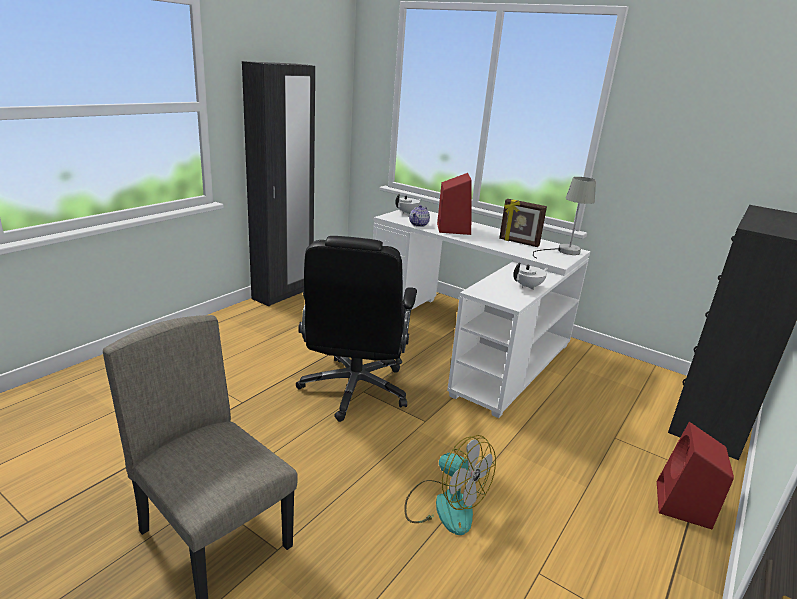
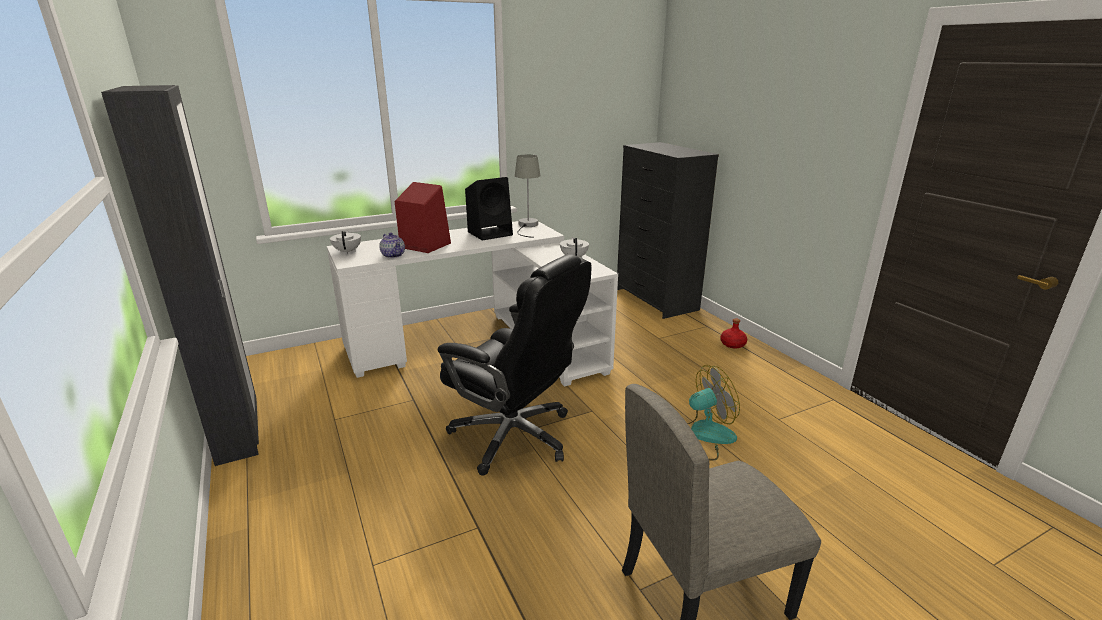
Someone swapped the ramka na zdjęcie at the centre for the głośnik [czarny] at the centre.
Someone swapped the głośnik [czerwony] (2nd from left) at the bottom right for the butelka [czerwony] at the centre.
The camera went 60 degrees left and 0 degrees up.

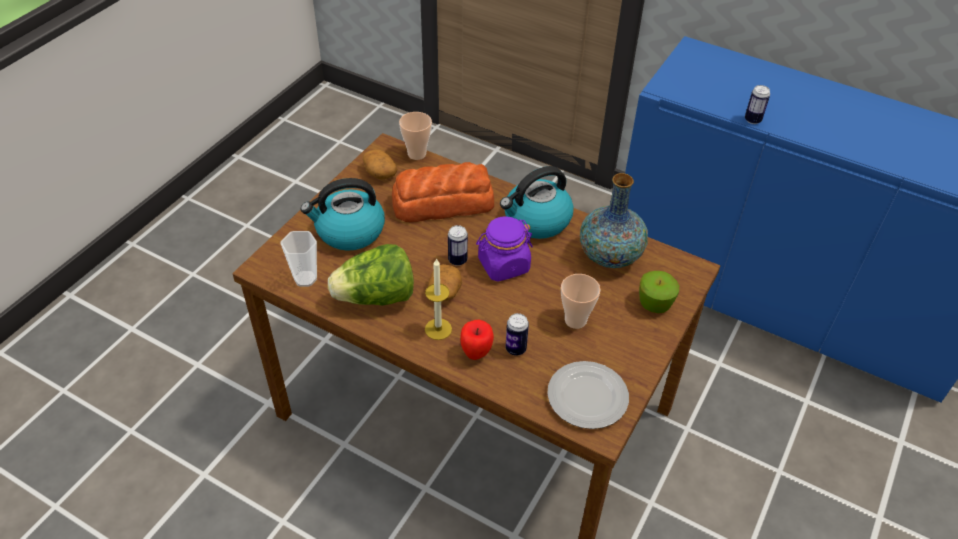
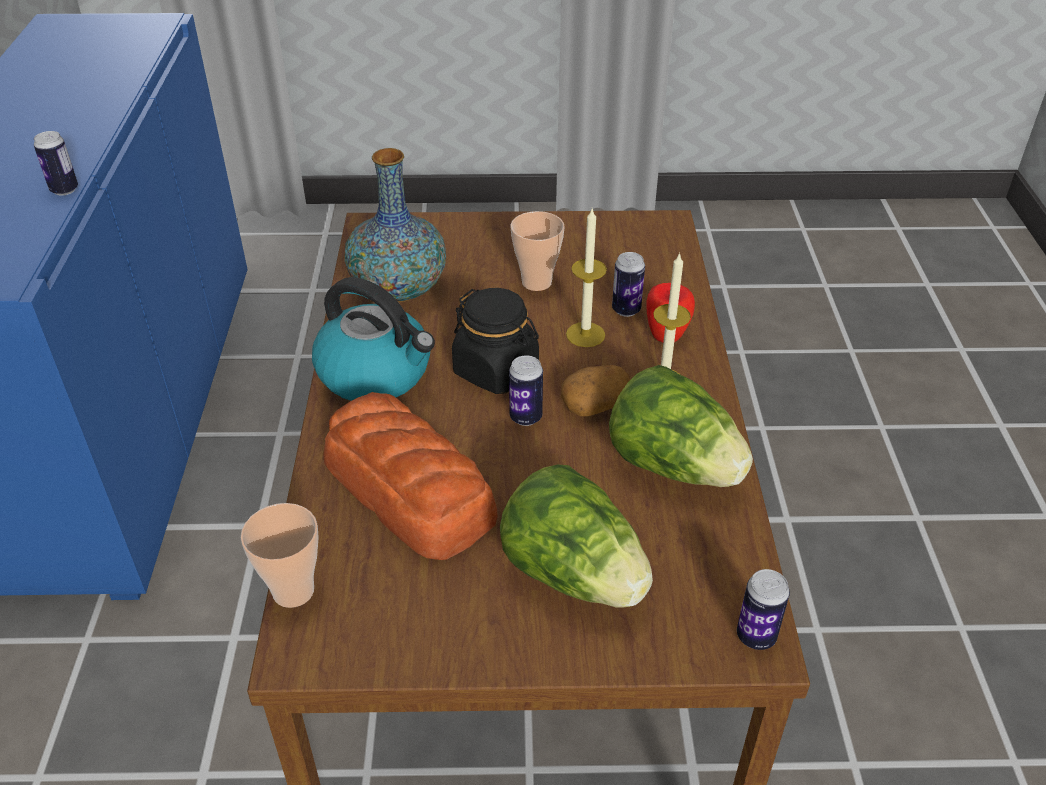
Someone took away the ziemniak (1st from left) at the top centre.
Someone swapped the czajnik (1st from left) at the centre for the sałata (1st from left) at the bottom centre.
Someone repainted the słoik [fioletowy] at the centre, which became the słoik [czarny] at the centre.
Someone took away the filiżanka (1st from left) at the middle left.
Someone took away the jabłko (2nd from left) at the middle right.
Someone took away the talerz at the bottom centre.
Someone put down the świeca (1st from left) at the centre.
Someone put down the puszka (4th from left) at the bottom right.
The camera went 120 degrees left and 5 degrees down.

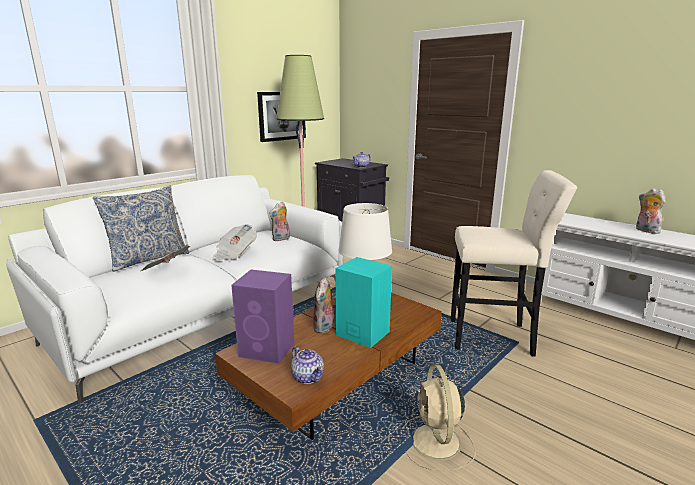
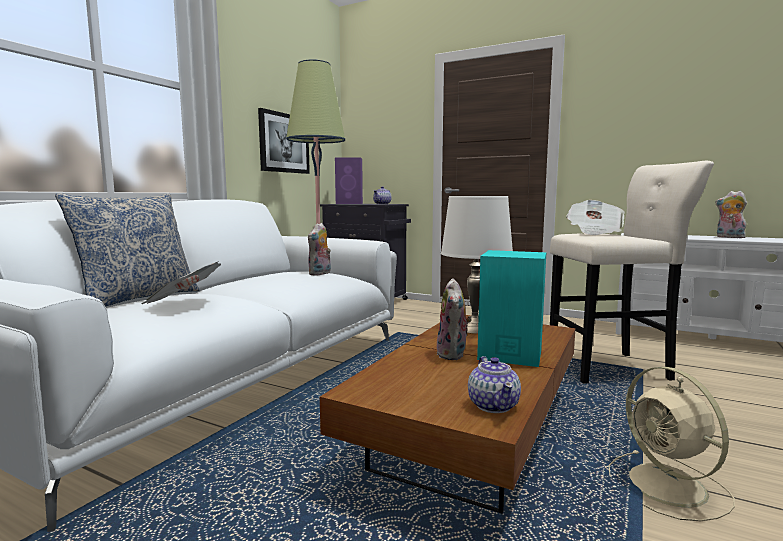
Someone carried the gazeta (2nd from left) from the centre to the middle right.
Someone carried the głośnik [fioletowy] from the centre to the top centre.
Someone rotated the imbryk (1st from left in the first image) at the bottom centre by 45 degrees clockwise.
The camera went 15 degrees left and 10 degrees down.

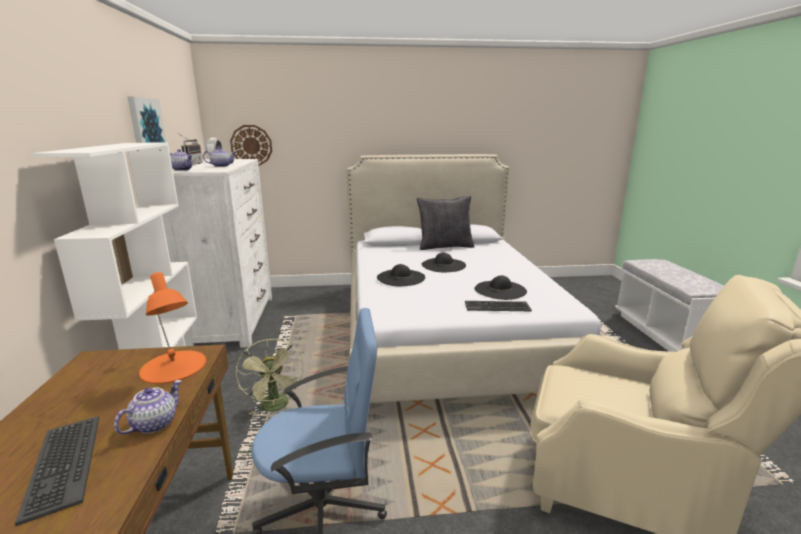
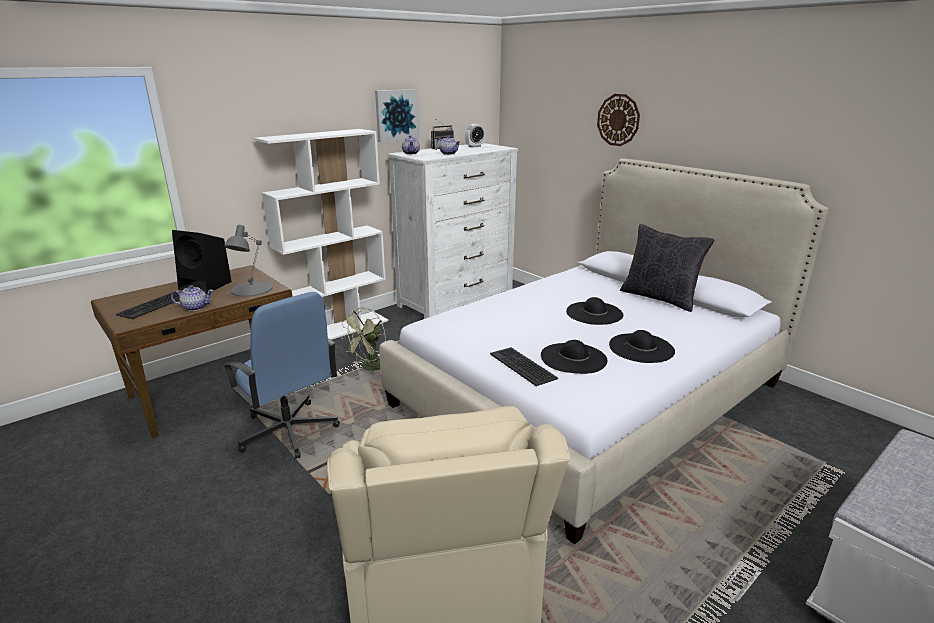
Someone carried the zegar ścienny from the top left to the top centre.
Someone carried the kapelusz [czarny] (1st from left in the first image) from the centre to the middle right.
Someone repainted the lampa stołowa [pomarańczowy] at the middle left, which became the lampa stołowa [szary] at the middle left.
Someone put down the głośnik [czarny] at the middle left.
The camera went 55 degrees right and 5 degrees up.

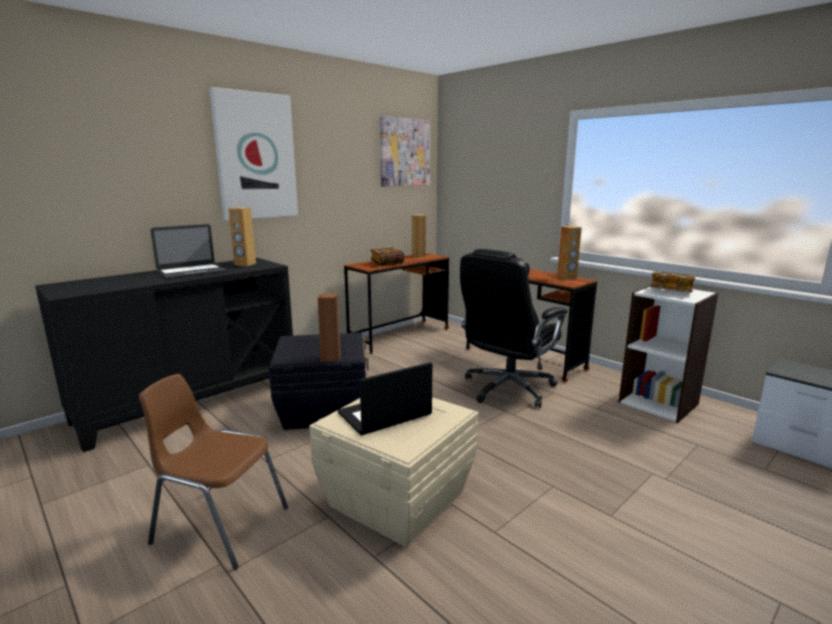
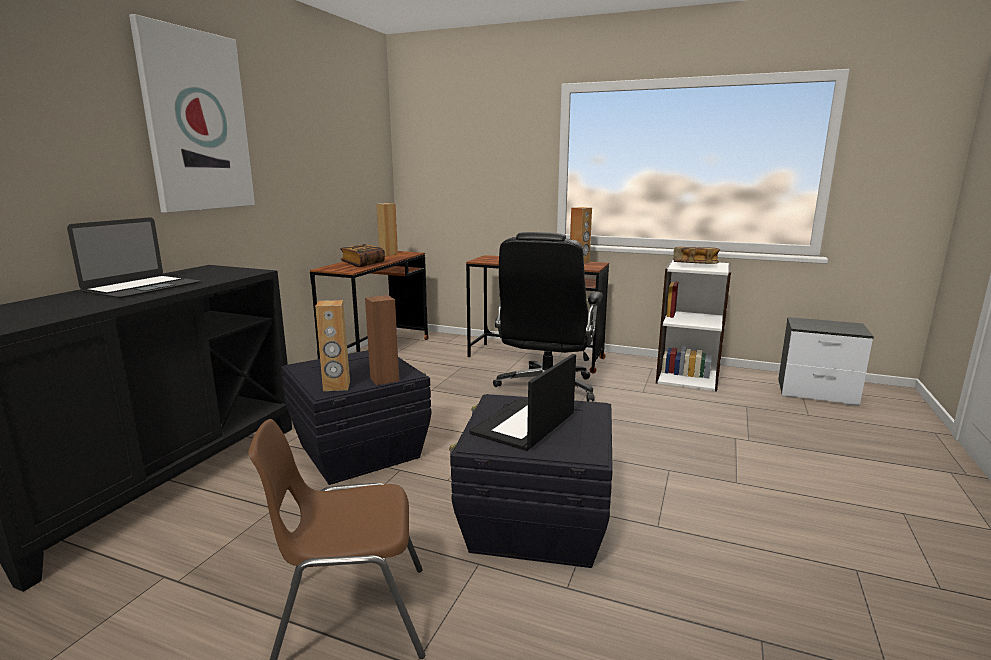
Someone took away the obraz (2nd from left) at the top centre.
Someone carried the głośnik [brązowy] (1st from left) from the middle left to the centre.
Someone repainted the pojemnik do przechowywania [beżowy] at the bottom centre, which became the pojemnik do przechowywania [czarny] (2nd from left) at the bottom centre.
The camera went 25 degrees left and 0 degrees up.

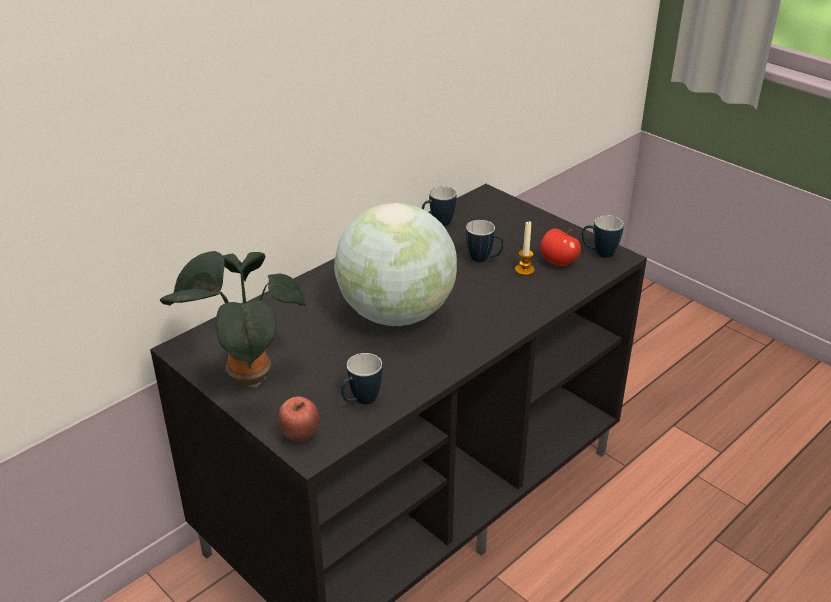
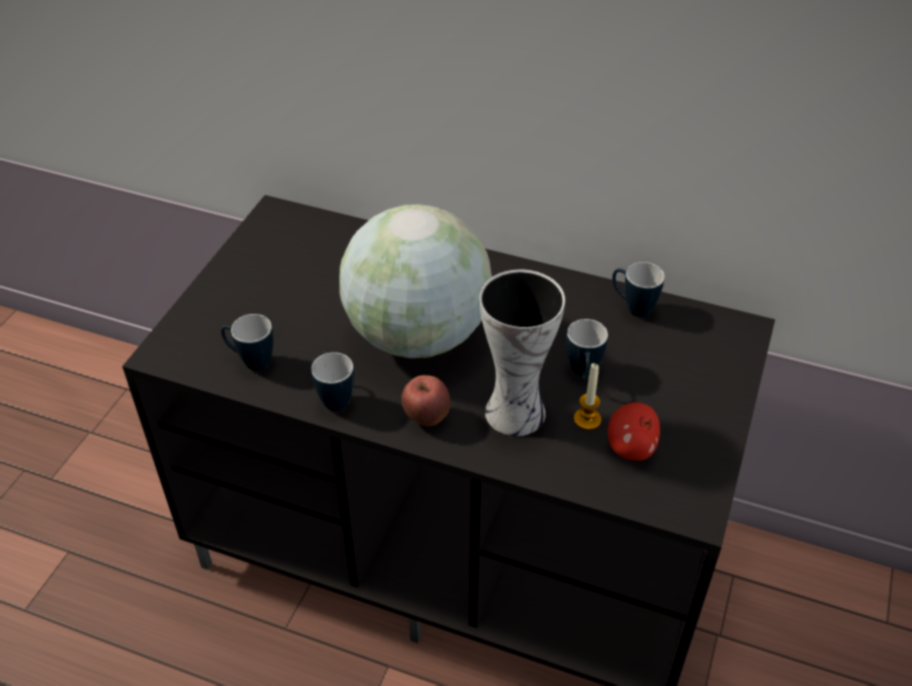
Someone carried the kubek (4th from left in the first image) from the middle right to the centre.
Someone took away the roślina doniczkowa at the middle left.
Someone carried the jabłko (1st from left) from the bottom centre to the centre.
Someone put down the wazon at the centre.
The camera went 65 degrees right and 10 degrees up.

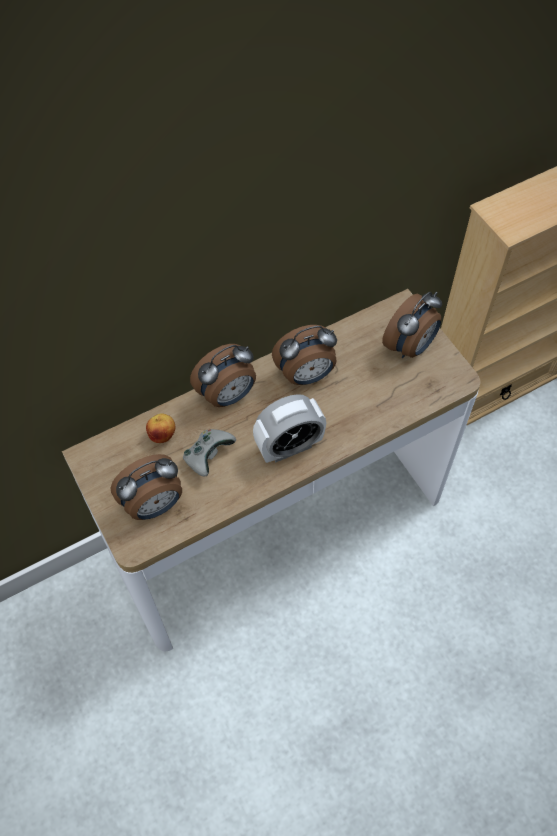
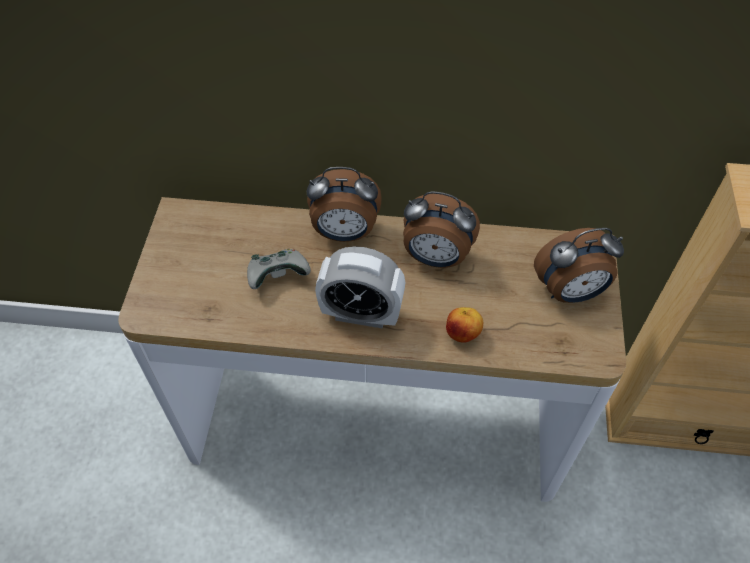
Someone carried the jabłko from the middle left to the centre.
Someone took away the budzik (1st from left) at the middle left.
The camera went 35 degrees right and 5 degrees down.

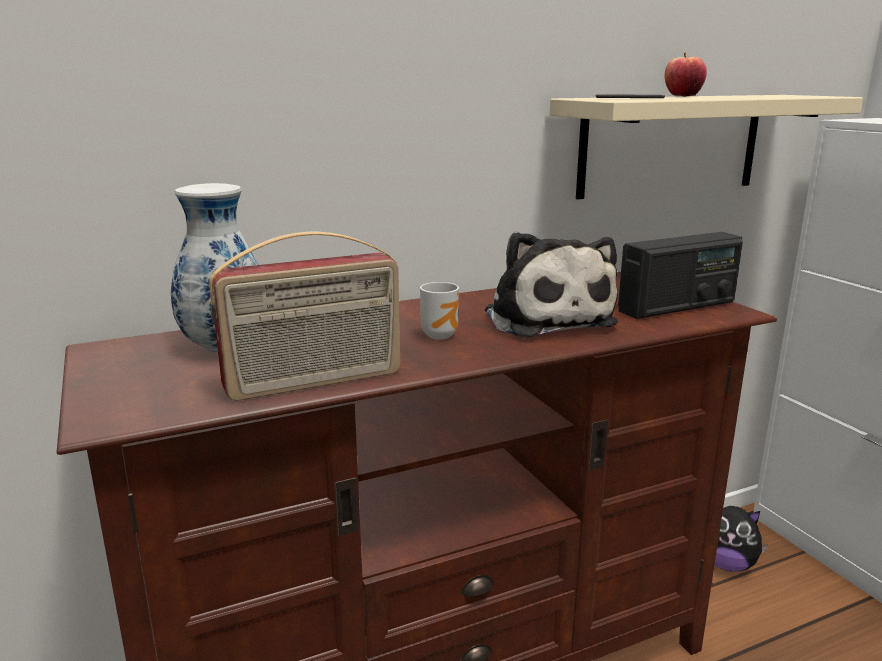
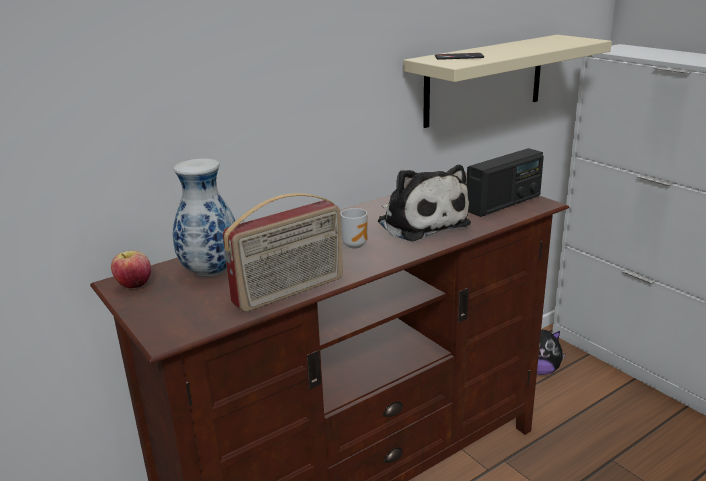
Someone carried the jabłko from the top right to the middle left.
The camera went 10 degrees left and 5 degrees up.

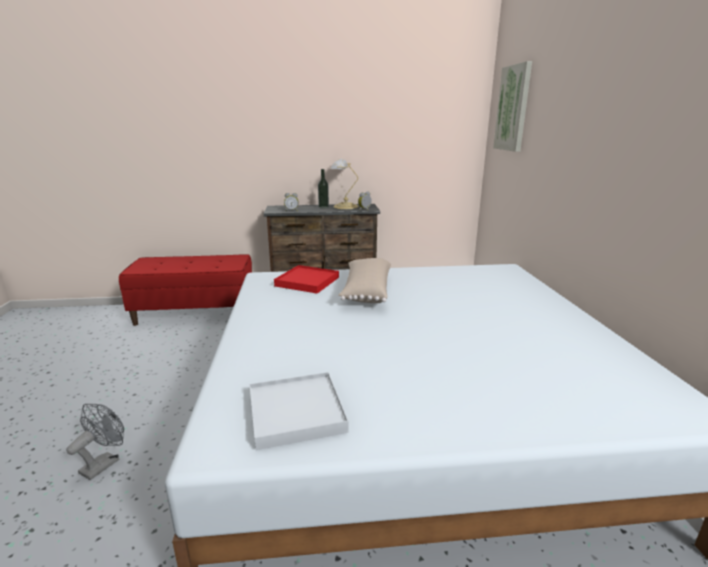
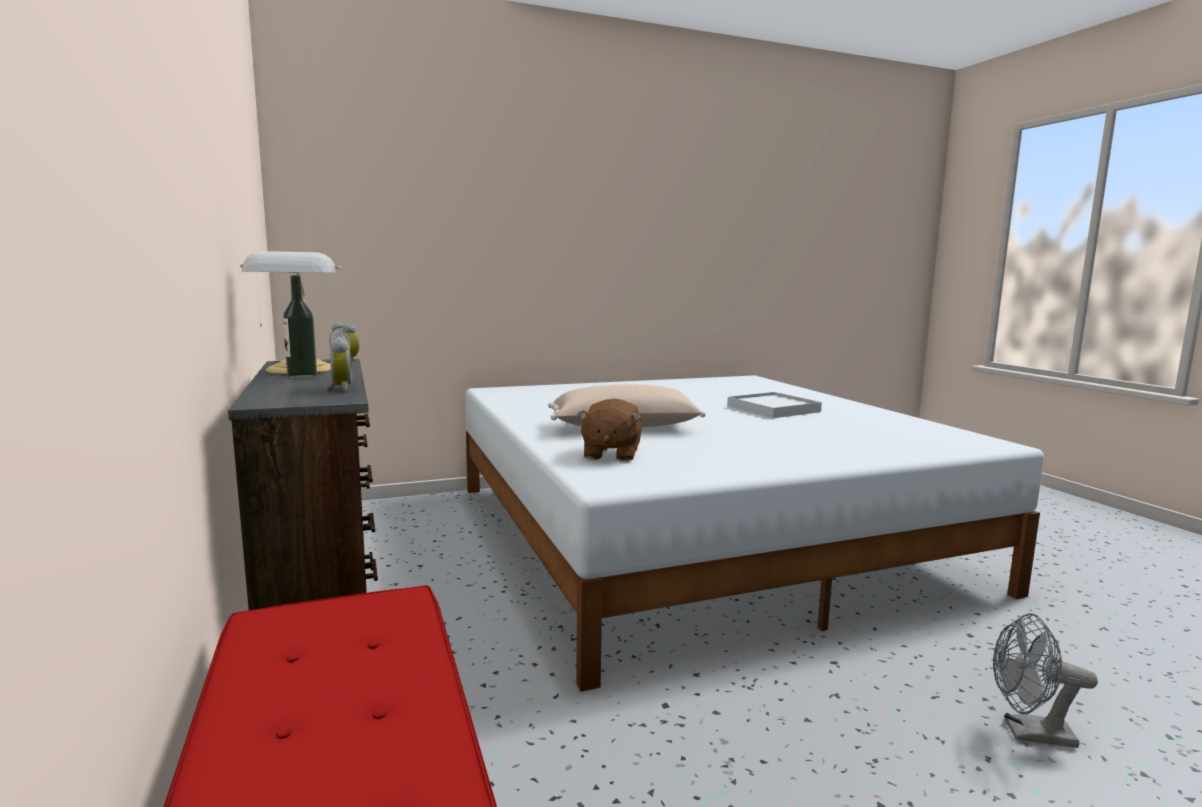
Someone took away the obraz at the top right.
Someone swapped the taca [czerwony] at the centre for the pluszak [brązowy] at the centre.
Someone carried the taca [biały] from the bottom centre to the centre.
The camera went 105 degrees left and 10 degrees down.

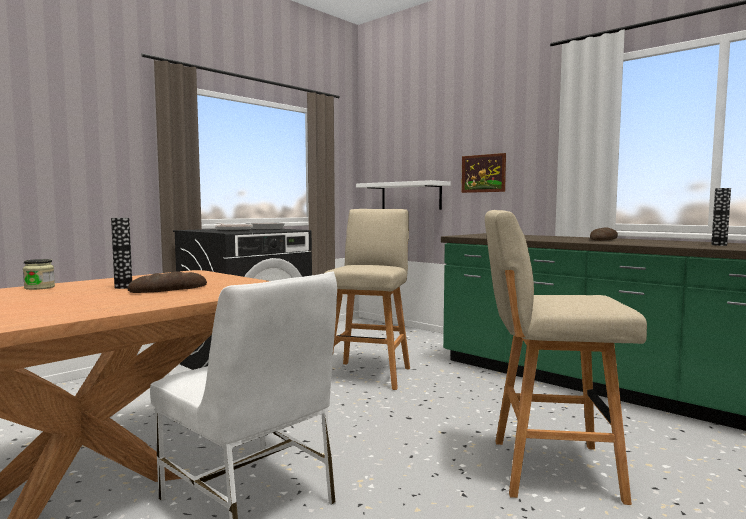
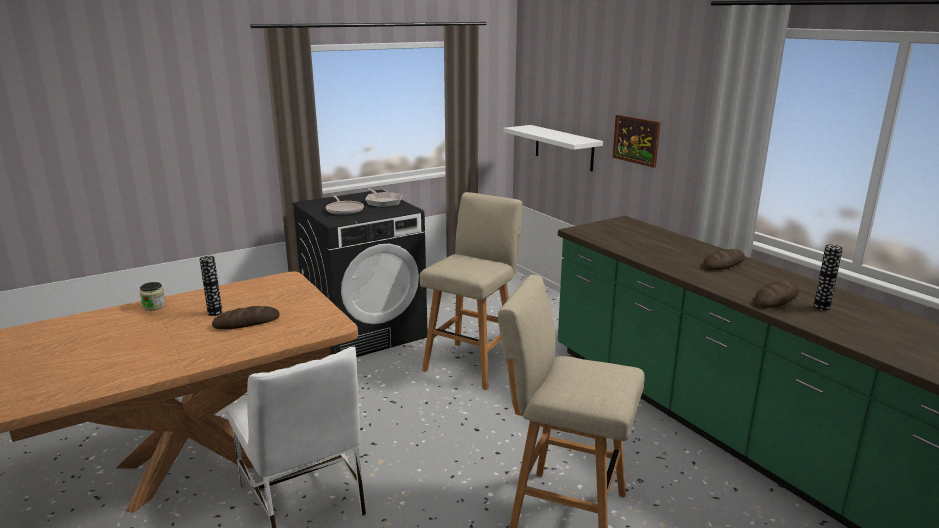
Someone put down the chleb (3rd from left) at the middle right.
The camera went 15 degrees right and 15 degrees up.

